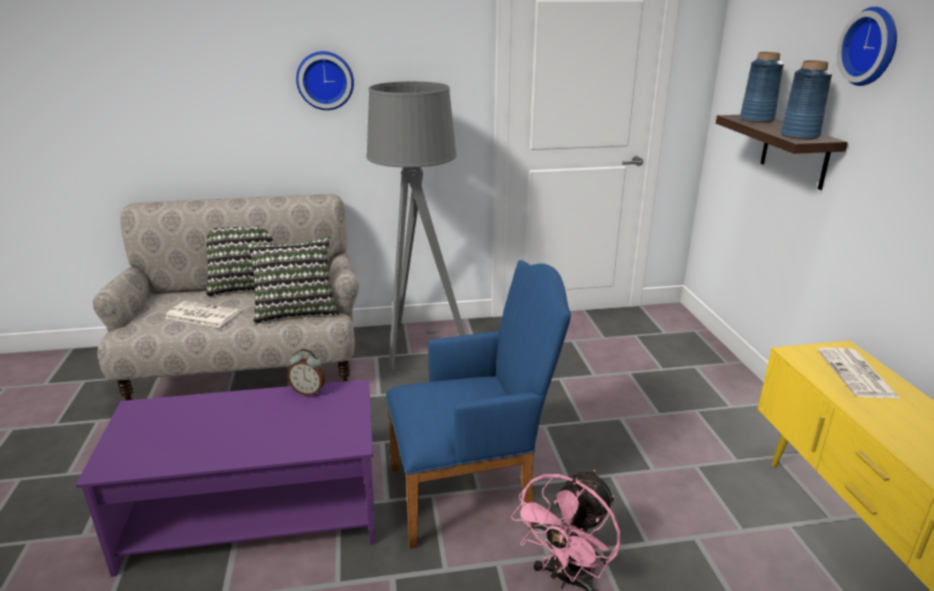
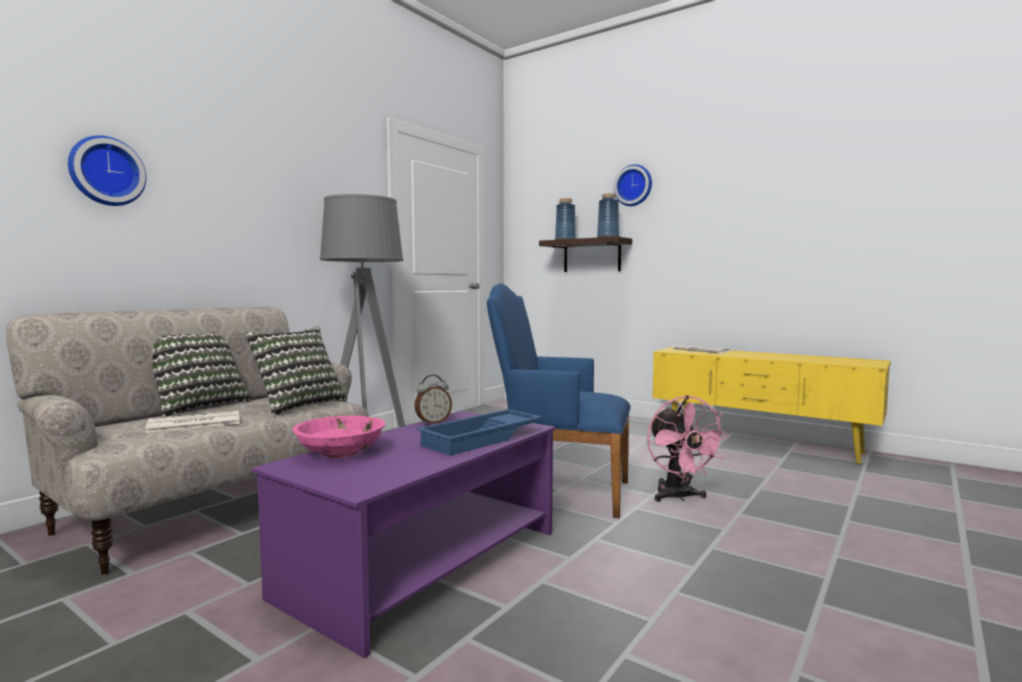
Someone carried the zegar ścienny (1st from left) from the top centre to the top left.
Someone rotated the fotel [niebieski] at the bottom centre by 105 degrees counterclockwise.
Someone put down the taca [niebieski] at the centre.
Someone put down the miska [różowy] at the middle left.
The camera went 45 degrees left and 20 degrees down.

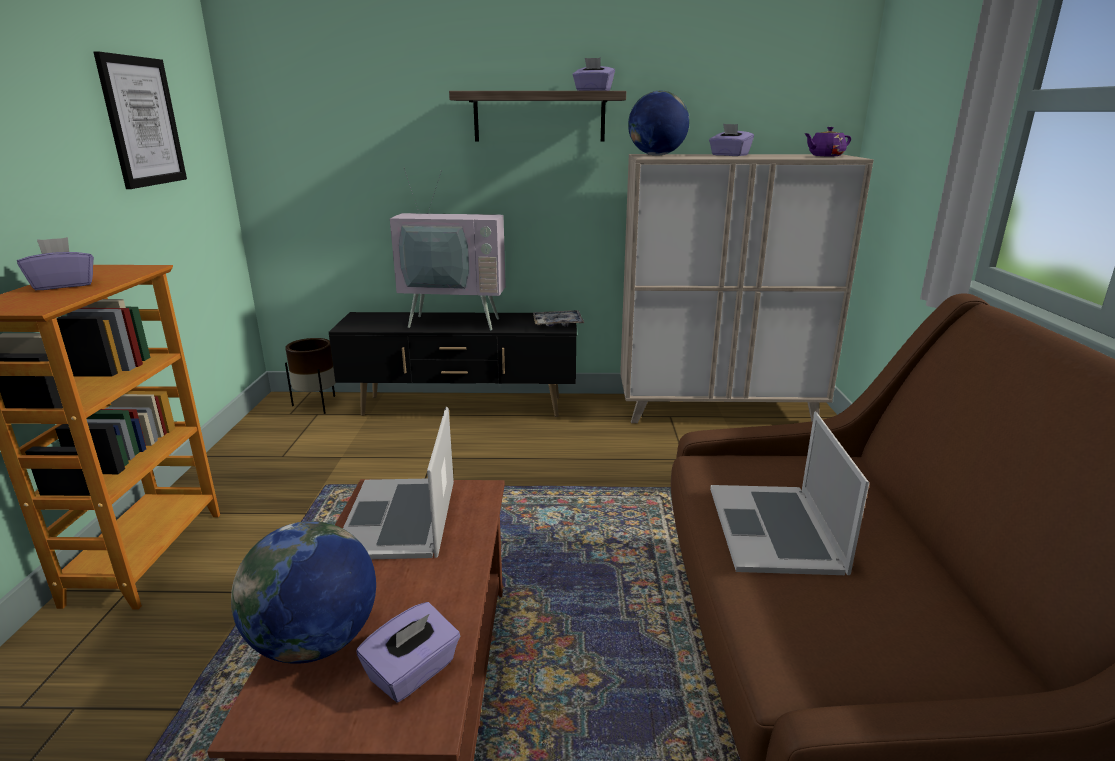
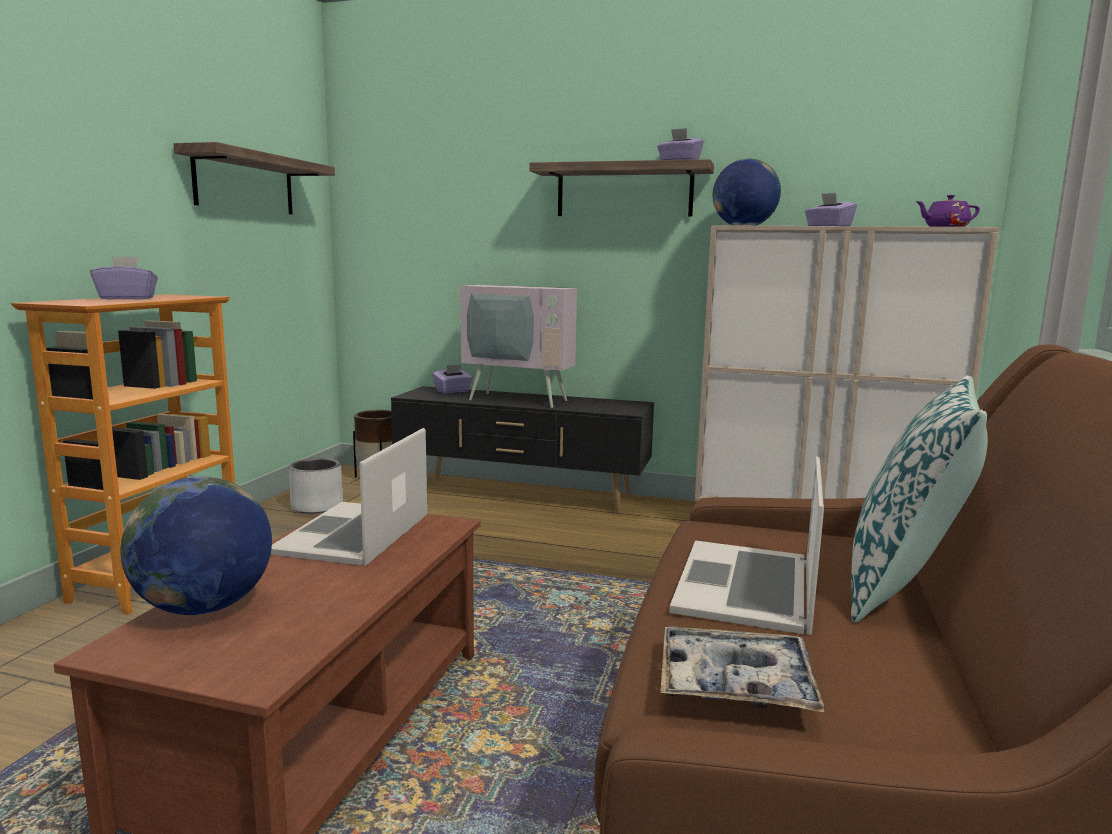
Someone swapped the obraz at the top left for the półka (1st from left) at the top left.
Someone carried the taca from the centre to the bottom right.
Someone carried the pudełko chusteczek [fioletowy] (2nd from left) from the bottom centre to the centre.
Someone put down the poduszka at the middle right.
Someone put down the donica [szary] at the middle left.
The camera went 15 degrees right and 10 degrees down.

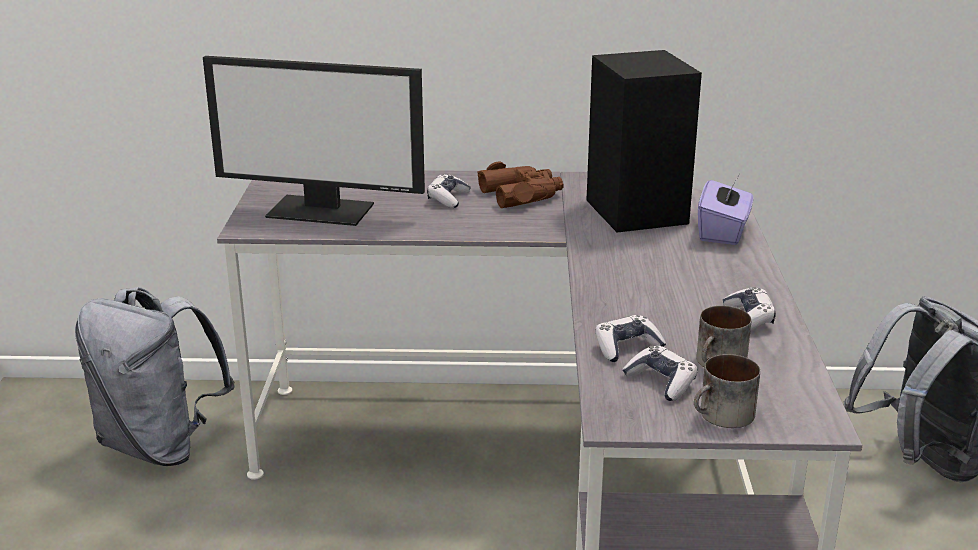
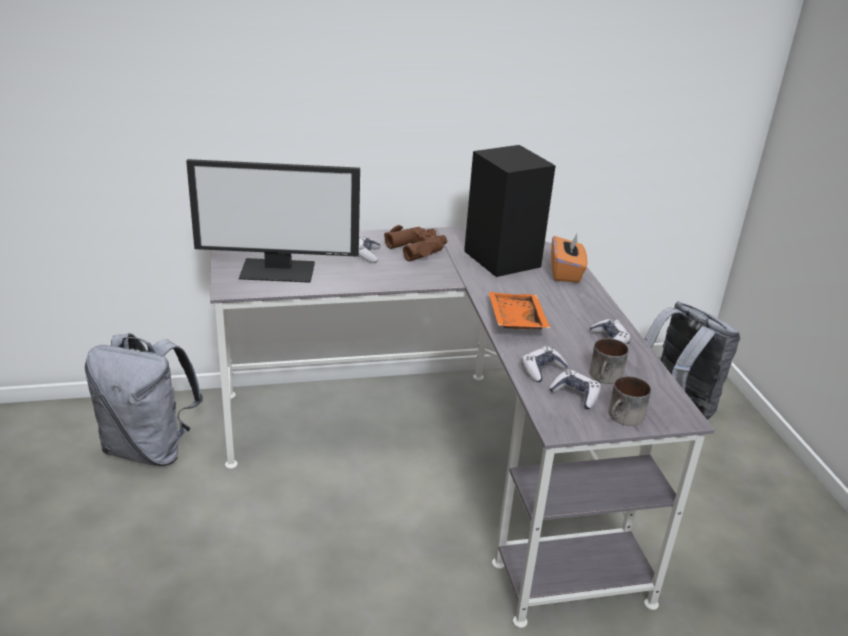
Someone repainted the pudełko chusteczek [fioletowy] at the middle right, which became the pudełko chusteczek [pomarańczowy] at the middle right.
Someone put down the taca [pomarańczowy] at the centre.
The camera went 15 degrees left and 5 degrees up.

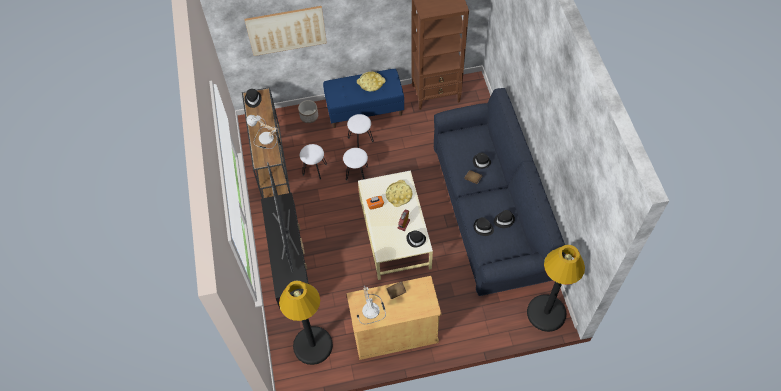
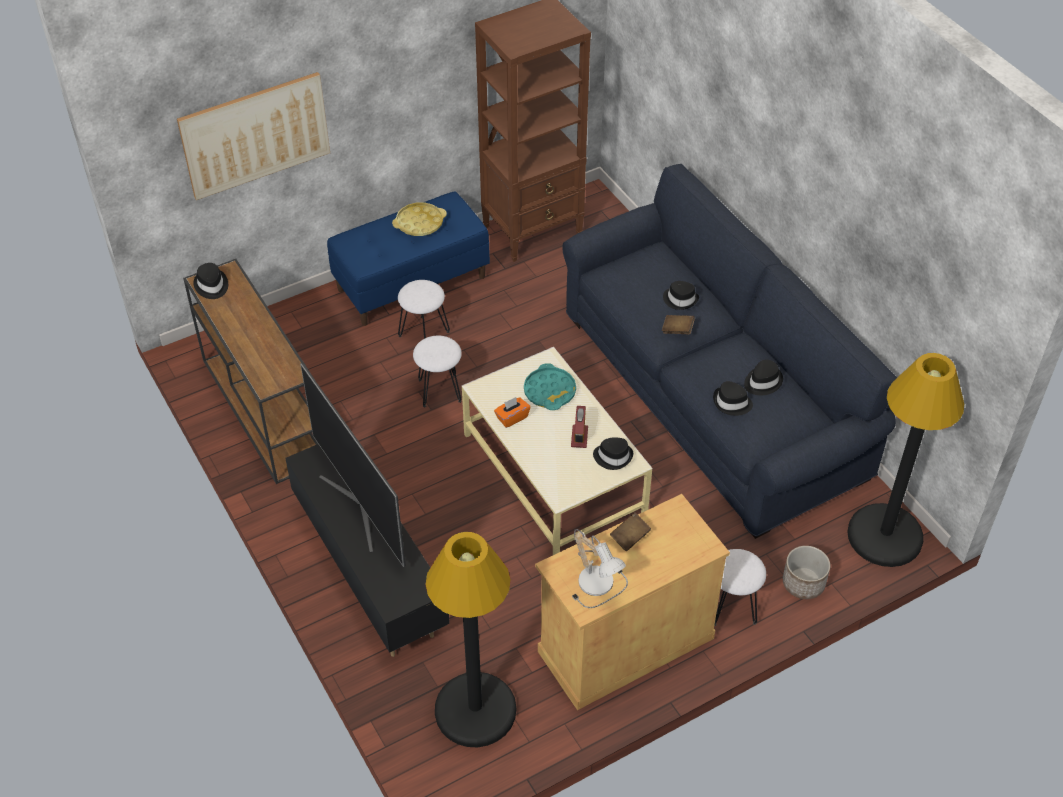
Someone carried the donica from the top centre to the bottom right.
Someone took away the lampa stołowa (1st from left) at the centre.
Someone carried the stołek [biały] (1st from left in the first image) from the centre to the bottom right.
Someone repainted the taca [żółty] (2nd from left) at the centre, which became the taca [turkusowy] at the centre.
The camera went 20 degrees left and 10 degrees down.

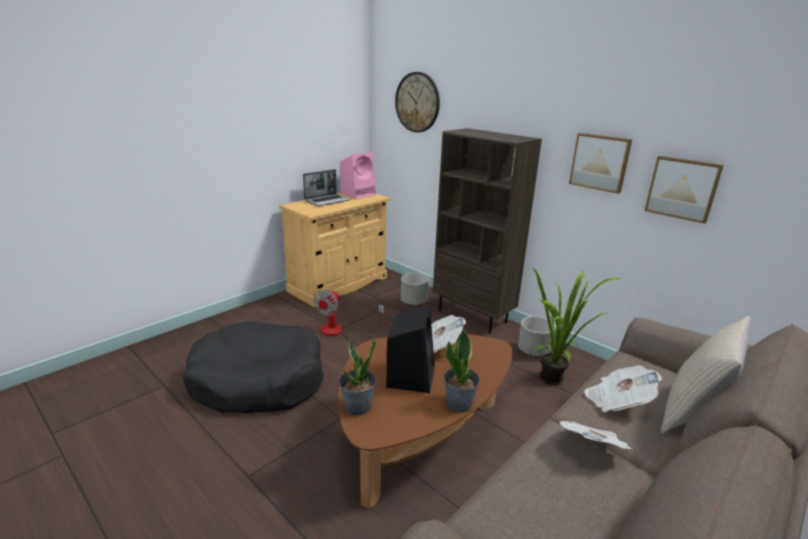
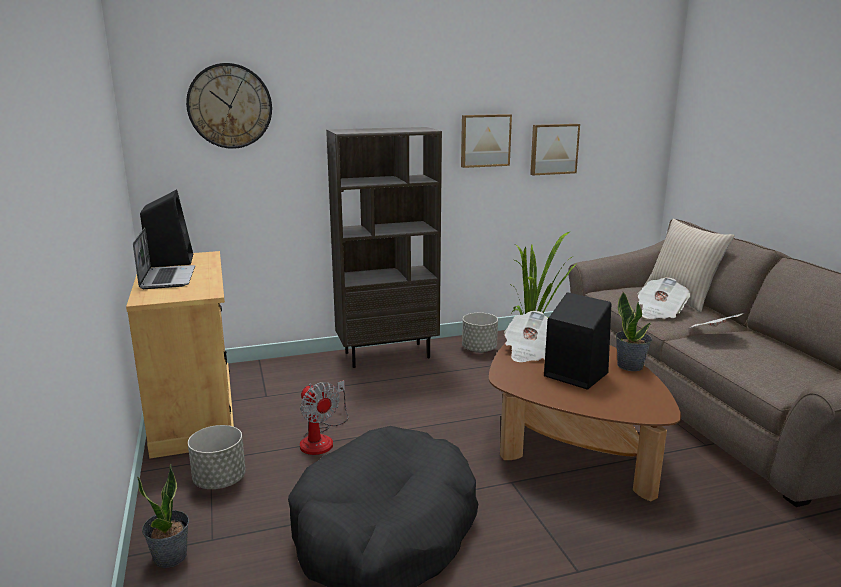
Someone repainted the głośnik [różowy] at the top centre, which became the głośnik [czarny] (1st from left) at the middle left.
Someone carried the donica [szary] (1st from left) from the centre to the bottom left.
Someone carried the roślina doniczkowa (1st from left) from the bottom centre to the bottom left.
The camera went 60 degrees left and 5 degrees down.

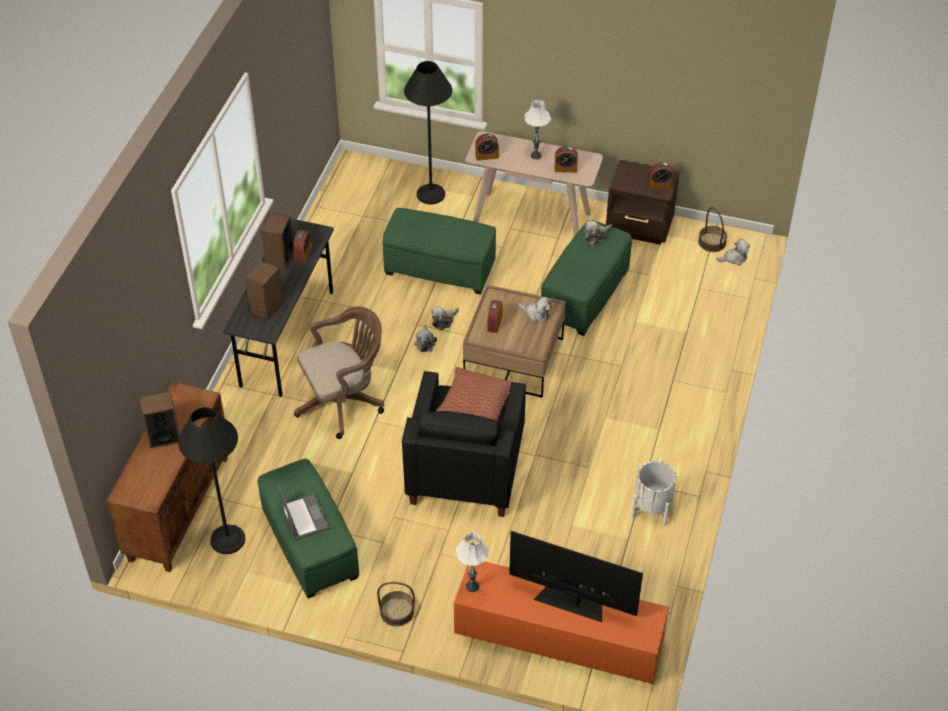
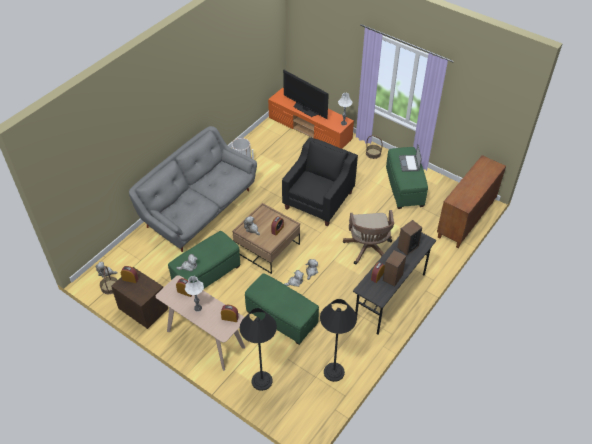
Someone rotated the krzesło biurowe [brązowy] at the centre by 90 degrees counterclockwise.
Someone took away the poduszka at the centre.
Someone took away the głośnik (1st from left) at the middle left.
Someone carried the lampa stojąca [czarny] (1st from left in the first image) from the bottom left to the bottom centre.
Someone put down the kanapa [szary] at the middle left.
The camera went 160 degrees left and 0 degrees up.

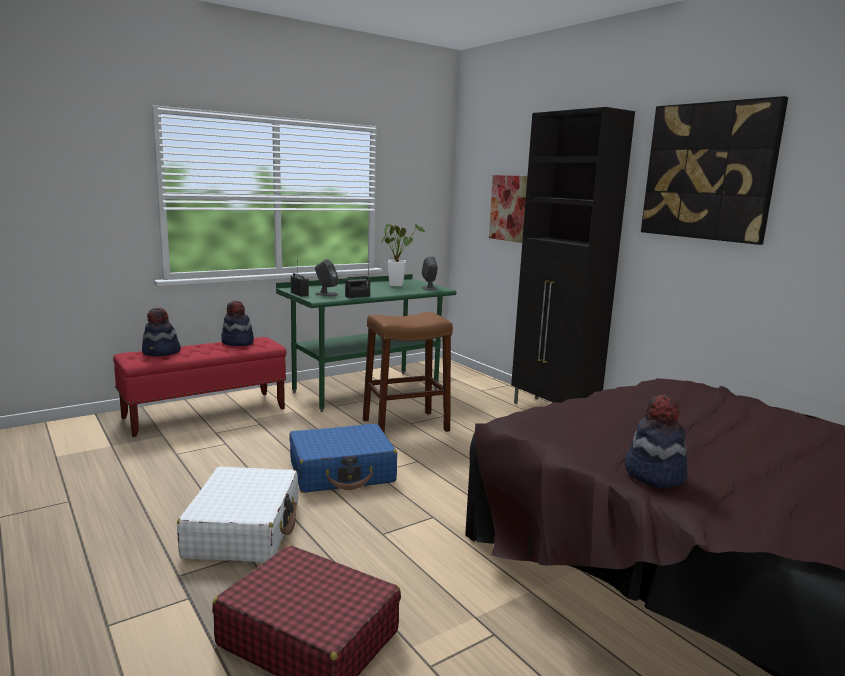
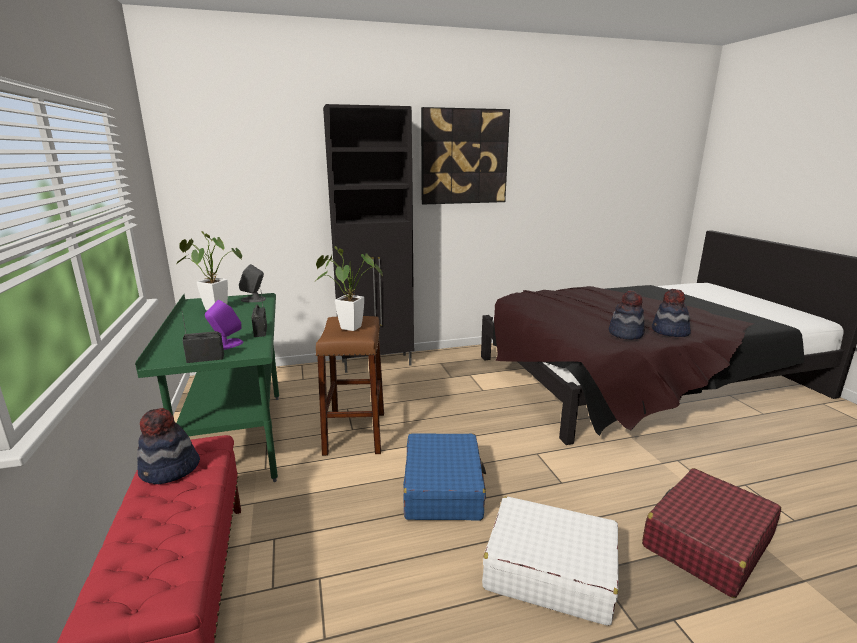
Someone took away the obraz (1st from left) at the top centre.
Someone repainted the głośnik [szary] (1st from left) at the centre, which became the głośnik [fioletowy] at the middle left.
Someone carried the kapelusz (1st from left in the first image) from the middle left to the middle right.
Someone put down the roślina doniczkowa (2nd from left) at the centre.
The camera went 70 degrees left and 5 degrees up.

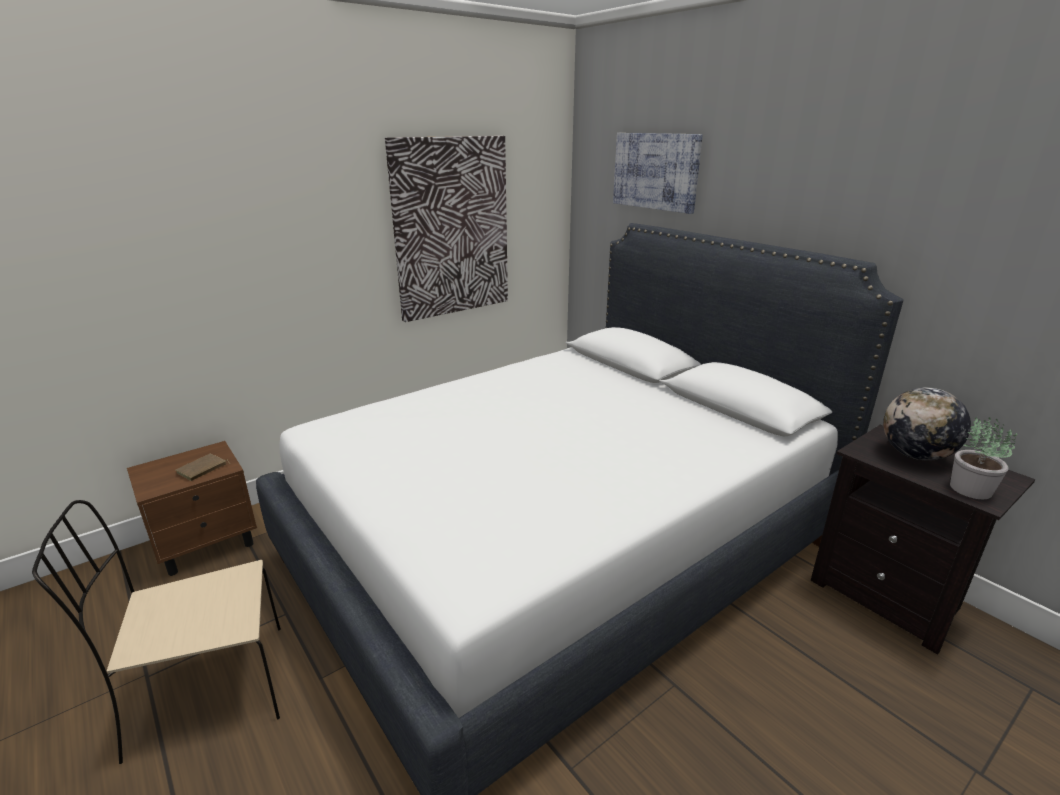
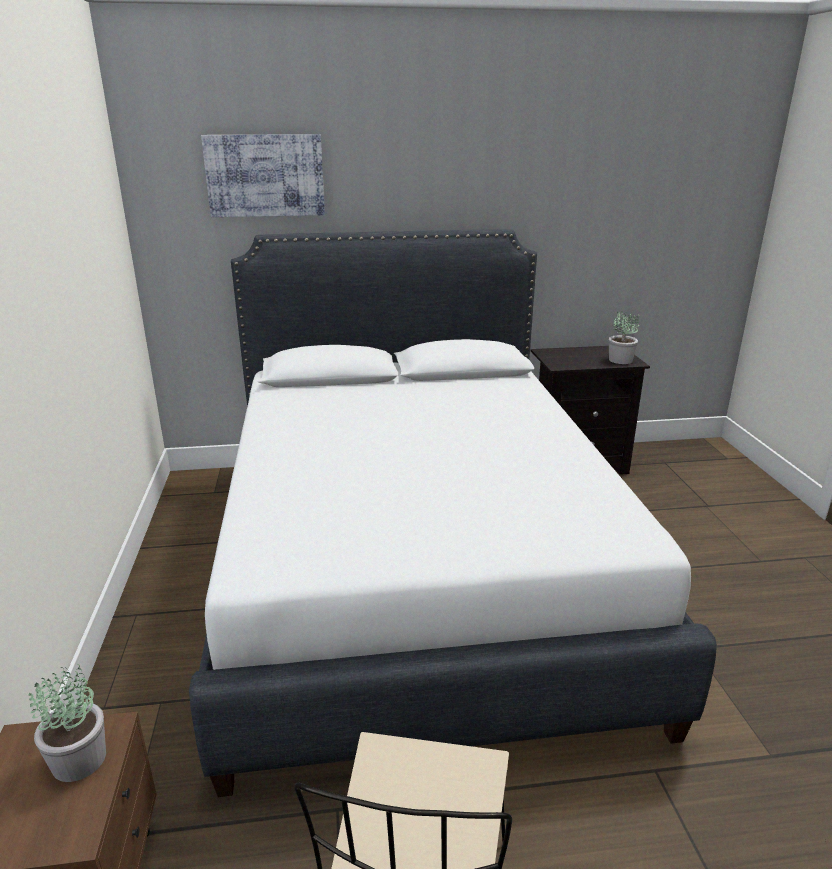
Someone took away the obraz (1st from left) at the top centre.
Someone took away the globus at the middle right.
Someone swapped the książka [brązowy] at the middle left for the roślina doniczkowa (1st from left) at the bottom left.
The camera went 60 degrees left and 0 degrees up.

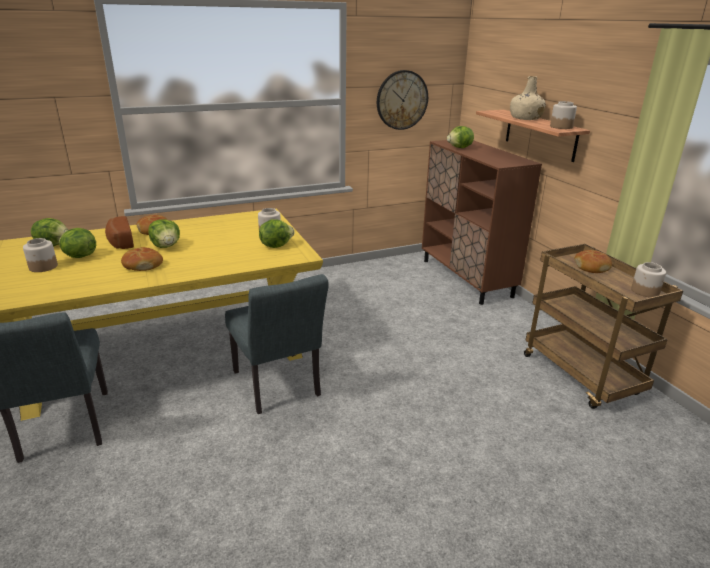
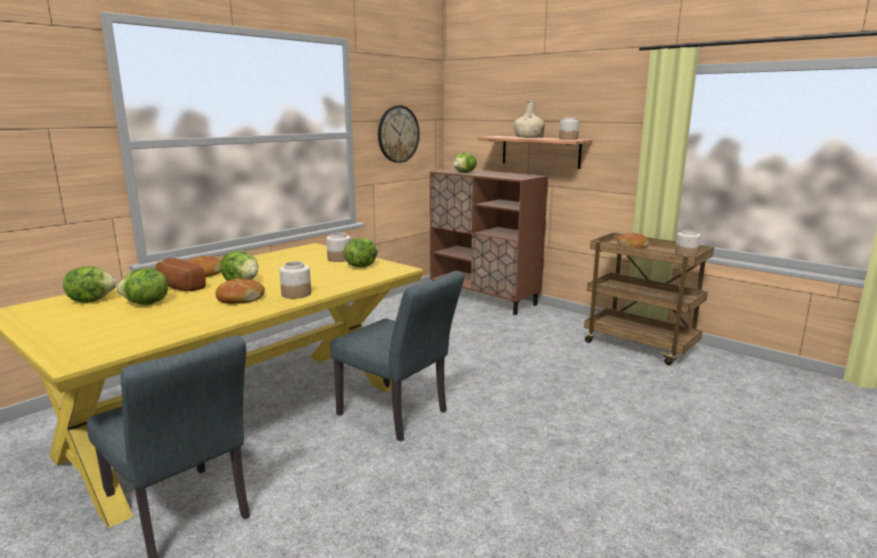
Someone carried the słoik (1st from left) from the middle left to the centre.
The camera went 25 degrees left and 10 degrees down.

